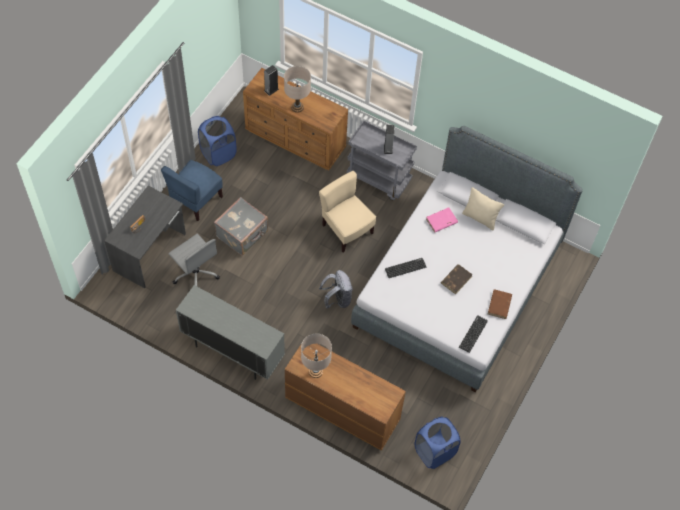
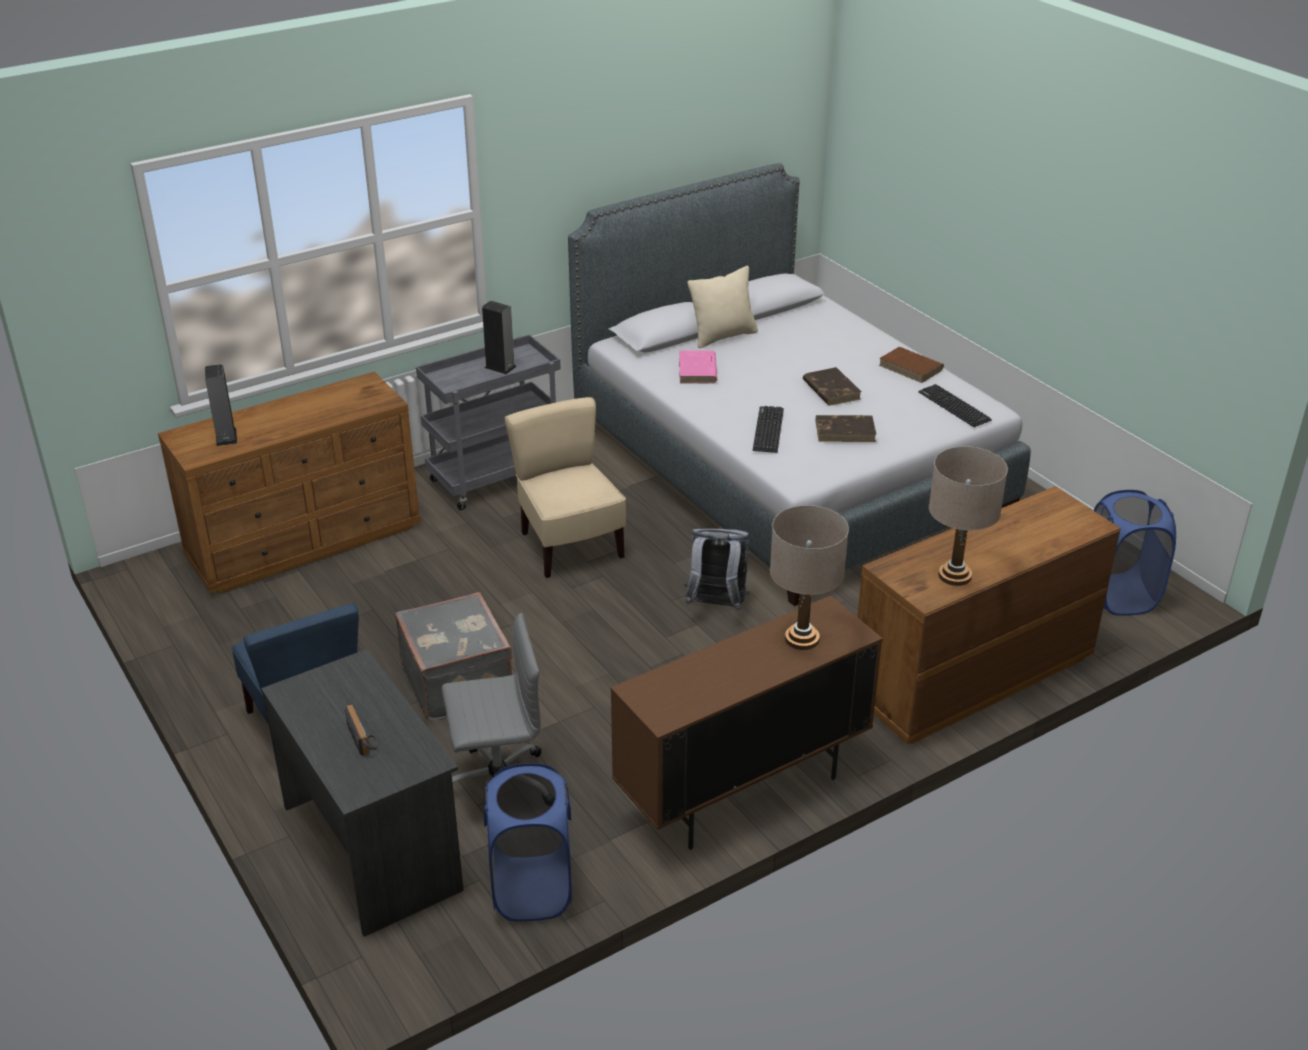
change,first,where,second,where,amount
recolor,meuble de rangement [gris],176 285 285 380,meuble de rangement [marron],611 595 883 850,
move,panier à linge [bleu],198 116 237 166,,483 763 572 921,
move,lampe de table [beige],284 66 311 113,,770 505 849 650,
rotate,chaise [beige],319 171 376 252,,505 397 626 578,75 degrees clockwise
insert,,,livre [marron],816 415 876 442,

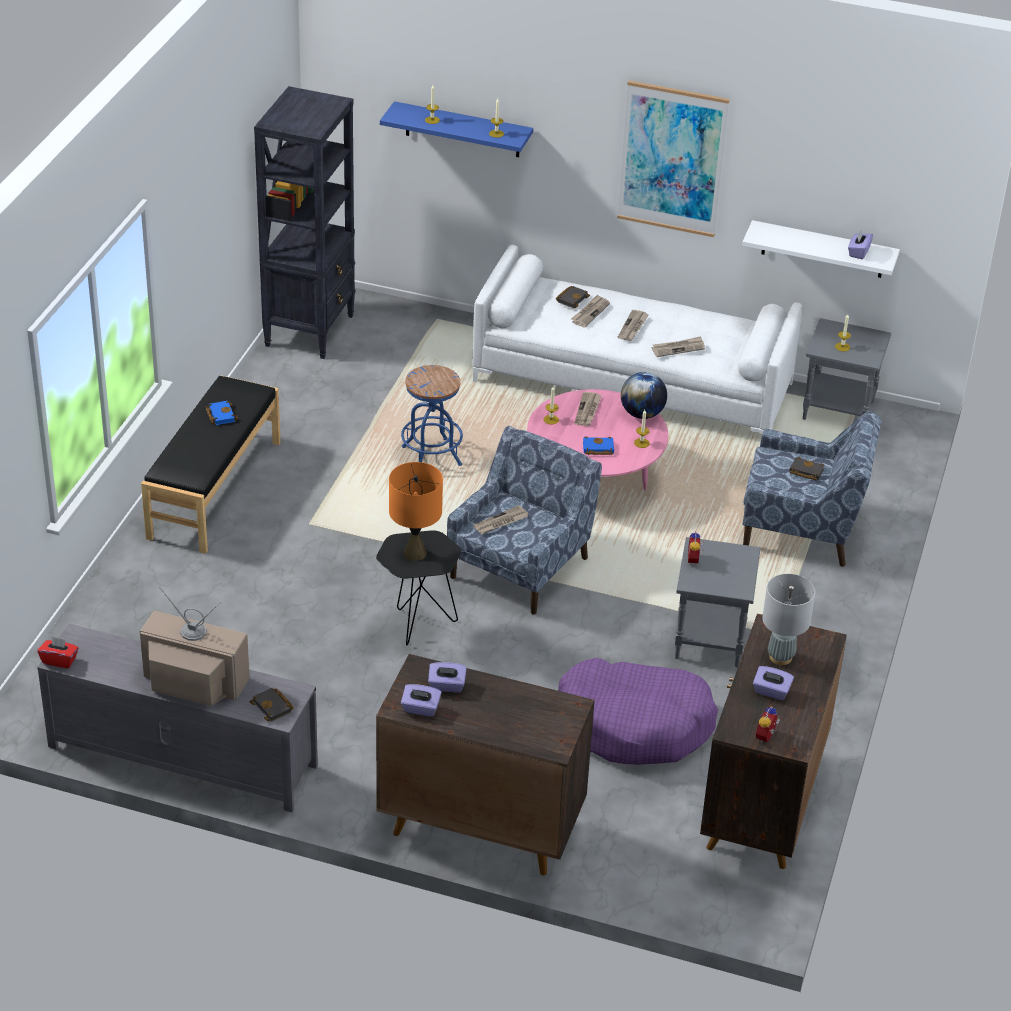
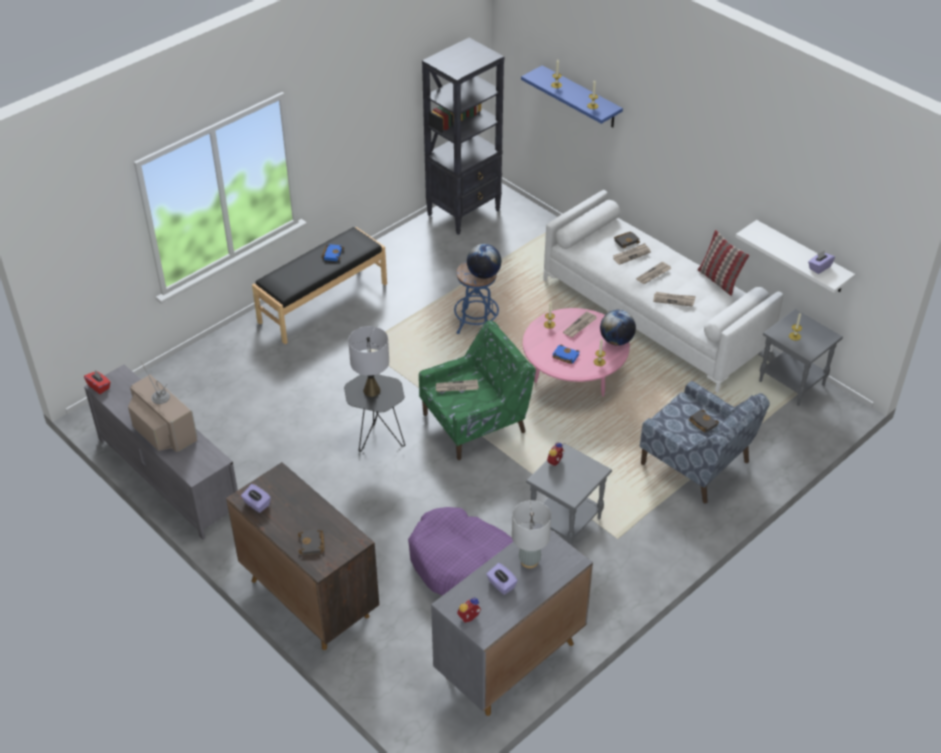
change,first,where,second,where,amount
move,livre [noir],250 688 294 722,,298 529 325 555,
recolor,lampe de table [orange],389 462 443 561,lampe de table [gris],348 326 389 397,
delete,boîte à mouchoirs [violet],428 662 467 692,,,
recolor,fauteuil [bleu],447 426 602 615,fauteuil [vert],419 321 536 460,
delete,tableau,617 81 730 237,,,
recolor,meuble de rangement [marron],700 614 847 869,meuble de rangement [gris],431 523 593 716,
insert,,,globe,467 244 501 279,
insert,,,coussin,697 230 749 296,

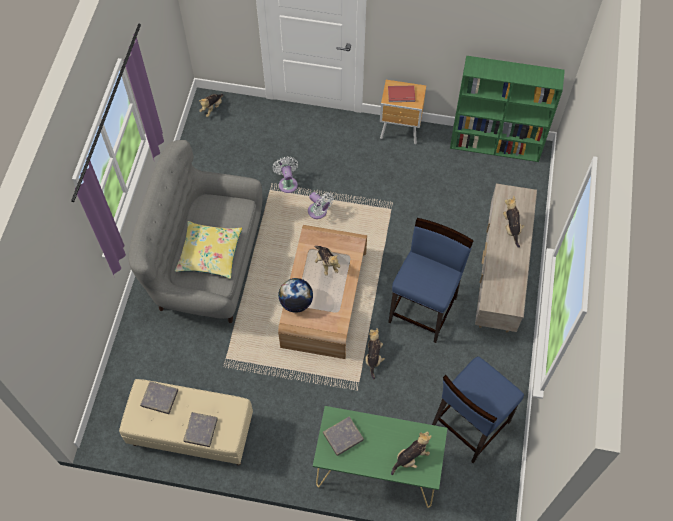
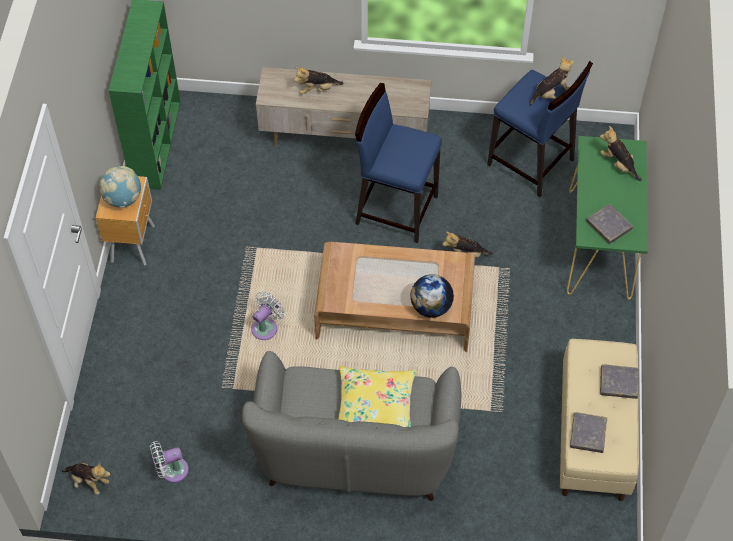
change,first,where,second,where,amount
move,ventilateur [blanc],273 157 298 193,,150 441 189 483,
move,peluche,314 246 340 276,,529 56 574 106,
replace,livre [rouge],388 86 415 102,globe,99 166 141 208,

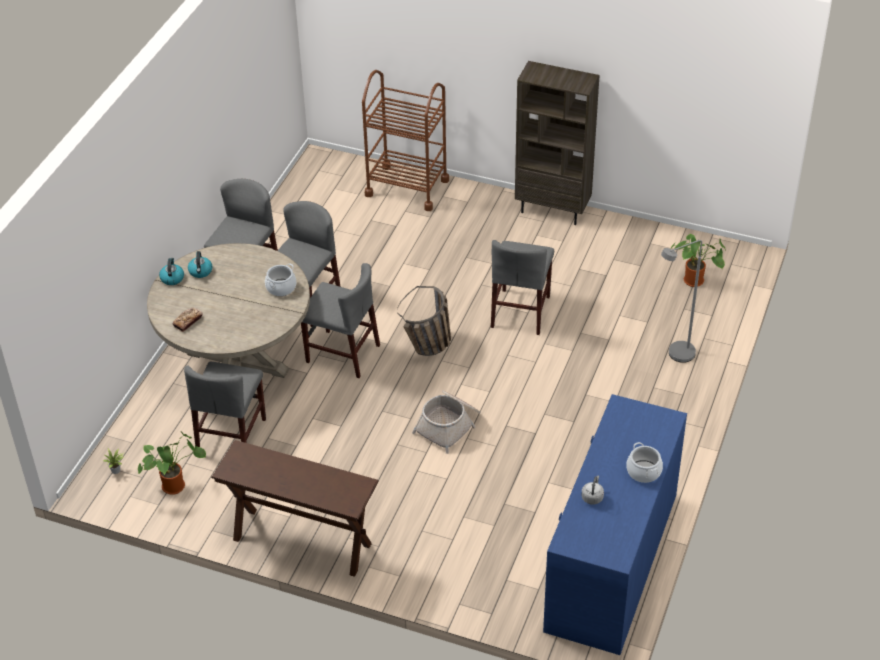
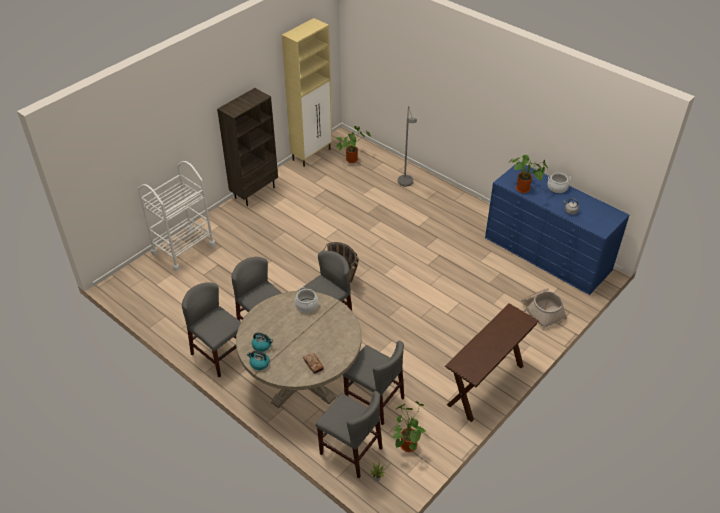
change,first,where,second,where,amount
recolor,chariot [marron],362 70 449 211,chariot [blanc],138 161 216 271,
move,panier,412 391 480 454,,521 288 567 331,
move,chaise [gris],491 240 554 335,,316 391 382 478,
insert,,,meuble de rangement [beige],282 18 332 167,
insert,,,plante en pot,509 155 548 193,

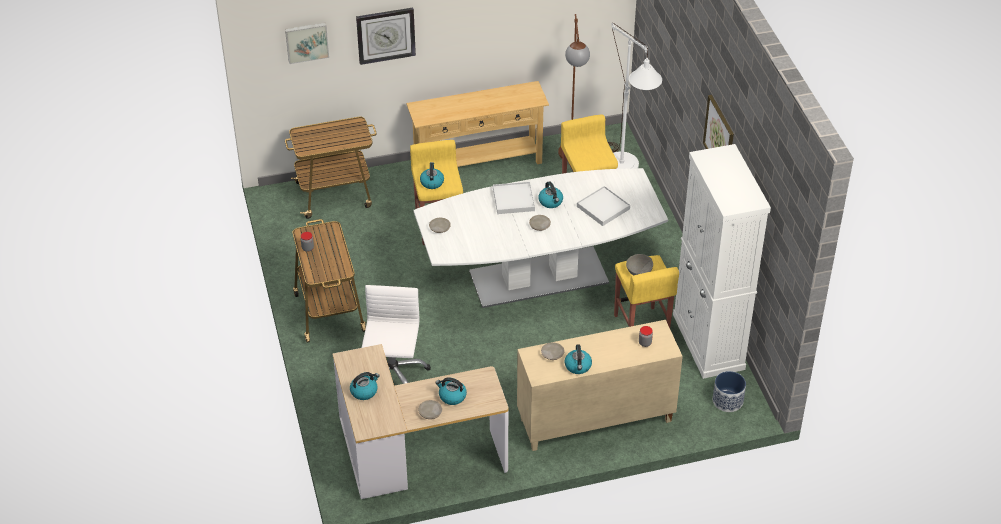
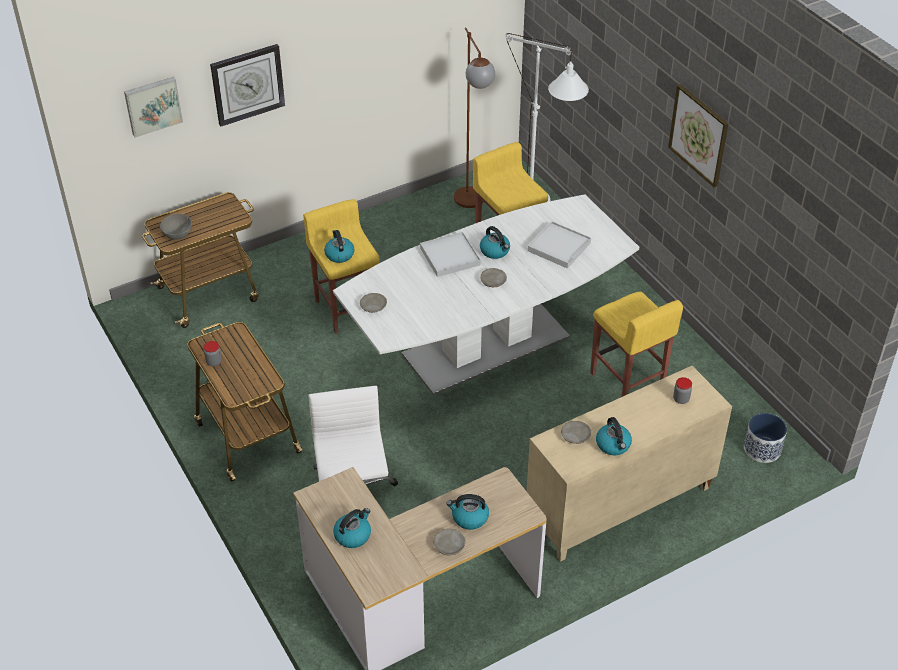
change,first,where,second,where,amount
delete,table console [beige],406 81 549 167,,,
move,bol [gris],626 254 653 275,,160 214 192 240,
delete,meuble de rangement [blanc],673 144 771 379,,,

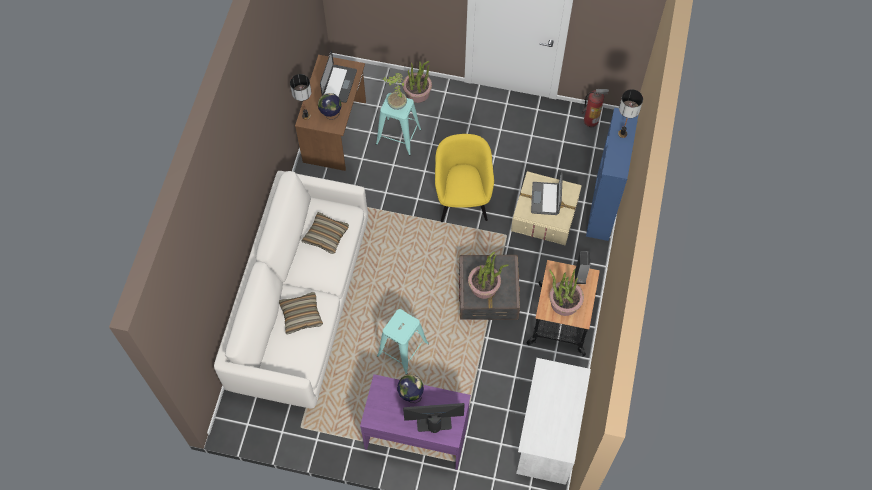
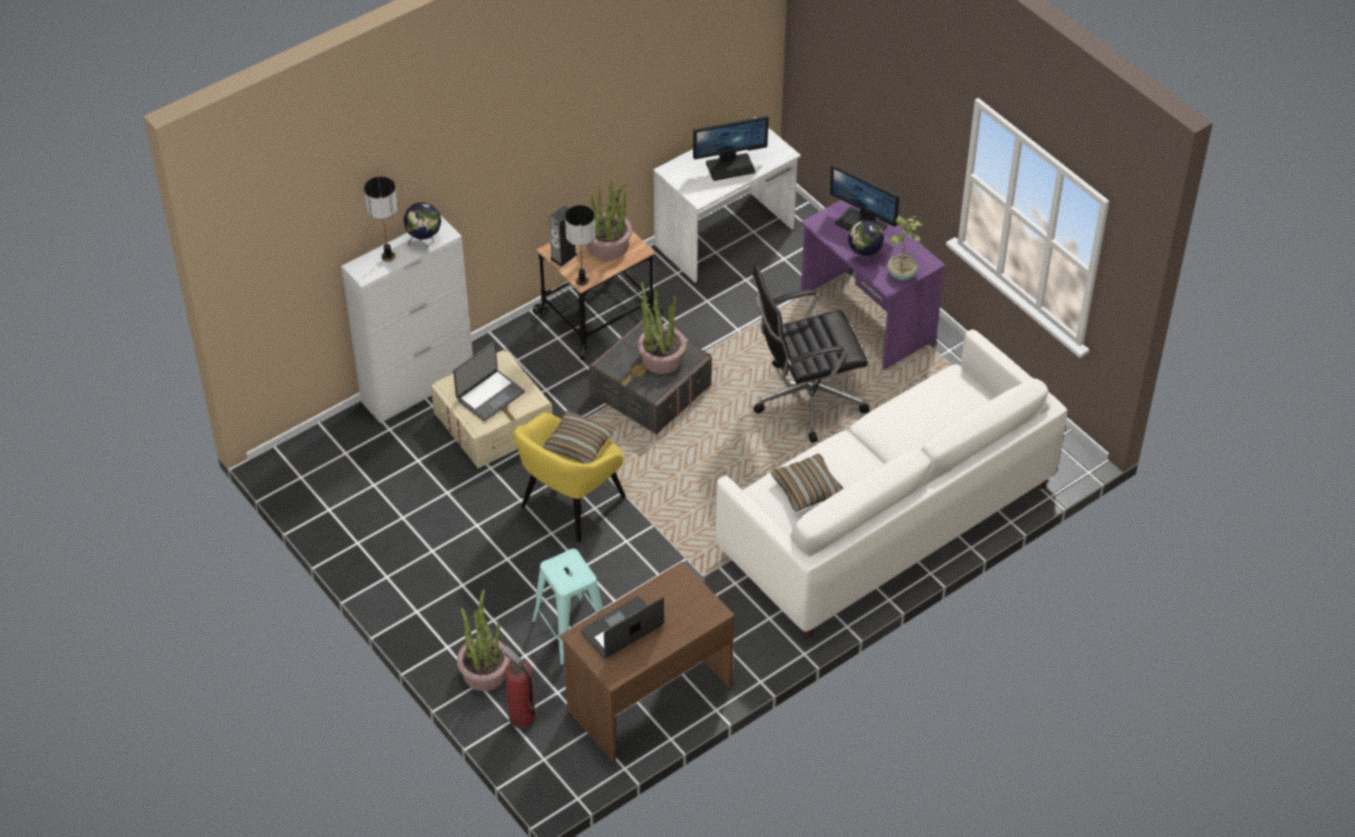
change,first,where,second,where,amount
move,coussin,279 292 323 335,,543 411 616 464,
move,lampe de table,290 74 311 120,,565 205 595 286,
move,globe,318 93 342 120,,403 202 441 247,
replace,tabouret [turquoise],377 309 429 375,chaise de bureau [noir],753 266 869 443,
move,plante en pot,383 73 407 110,,887 216 922 280,
move,extincteur,582 89 609 127,,503 646 536 728,
recolor,meuble de rangement [bleu],586 108 639 241,meuble de rangement [blanc],341 216 473 423,
insert,,,écran d'ordinateur,693 116 769 181,

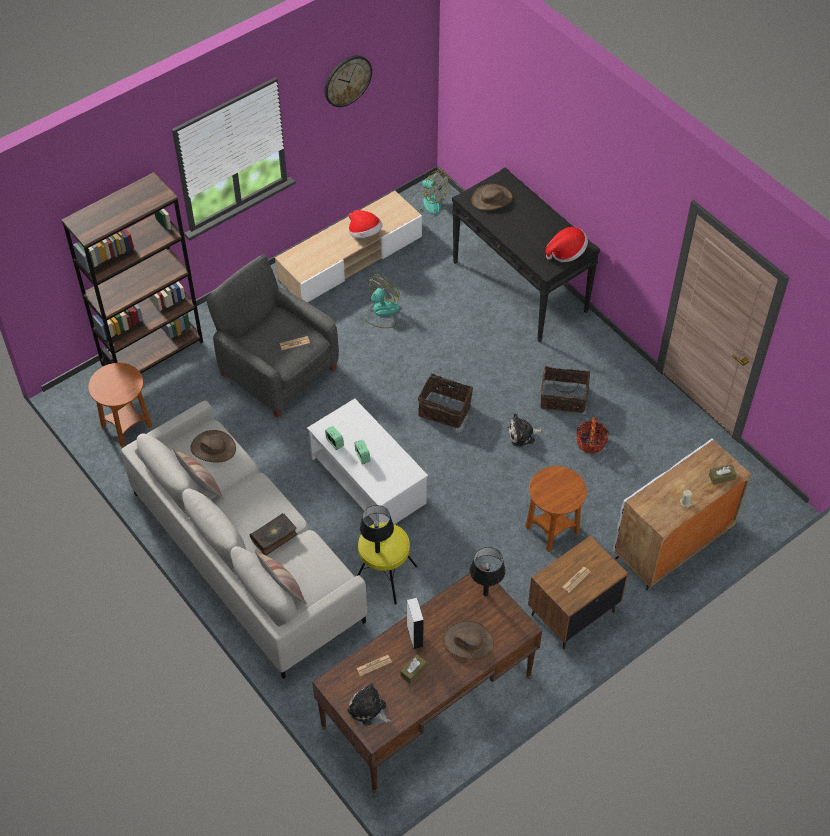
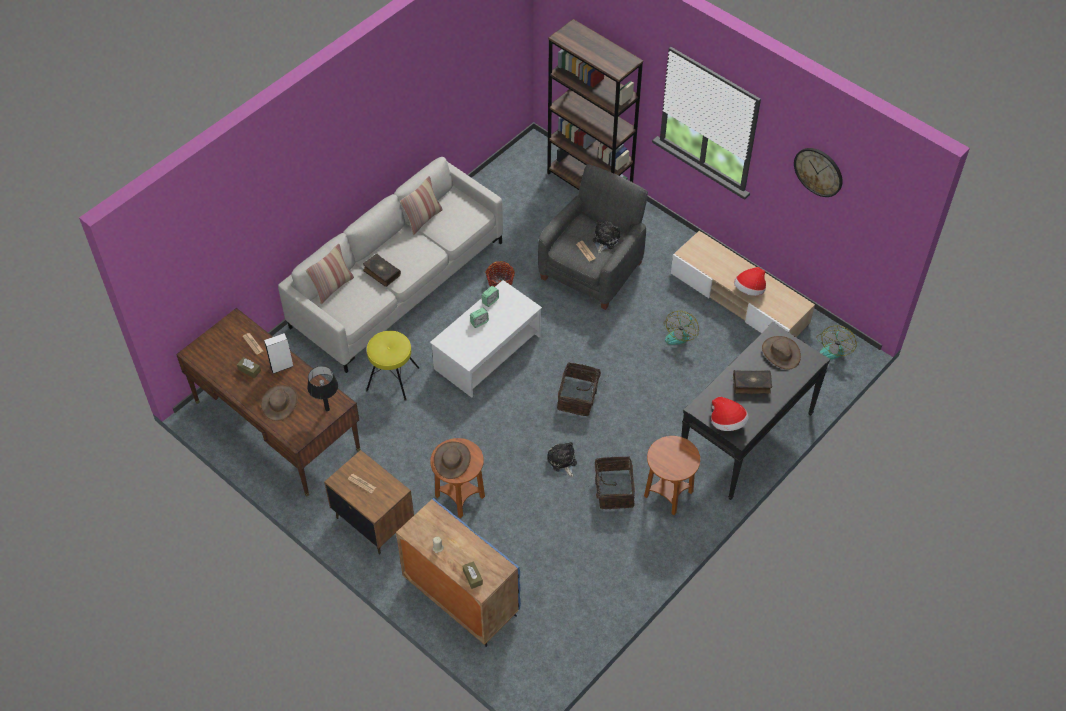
change,first,where,second,where,amount
move,table d'appoint [marron],88 363 152 447,,644 436 700 515,
move,chapeau [marron],190 430 236 463,,434 442 471 479,
move,peluche,347 683 391 726,,593 221 620 254,
delete,lampe de table [noir],360 505 394 553,,,
rotate,ventilateur,366 274 400 328,,663 311 699 345,90 degrees clockwise
move,panier,576 417 609 454,,485 261 515 287,
recolor,meuble de rangement [blanc],613 438 751 590,meuble de rangement [bleu],396 498 521 647,
insert,,,livre,733 370 772 394,

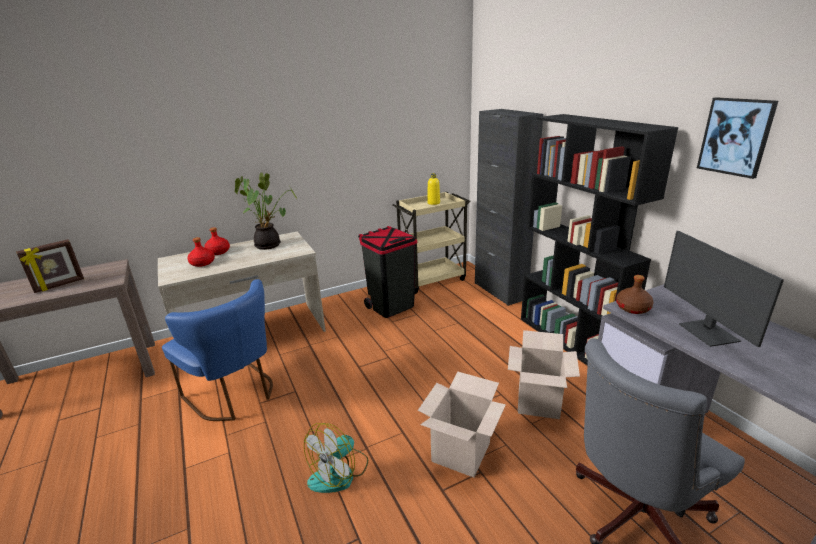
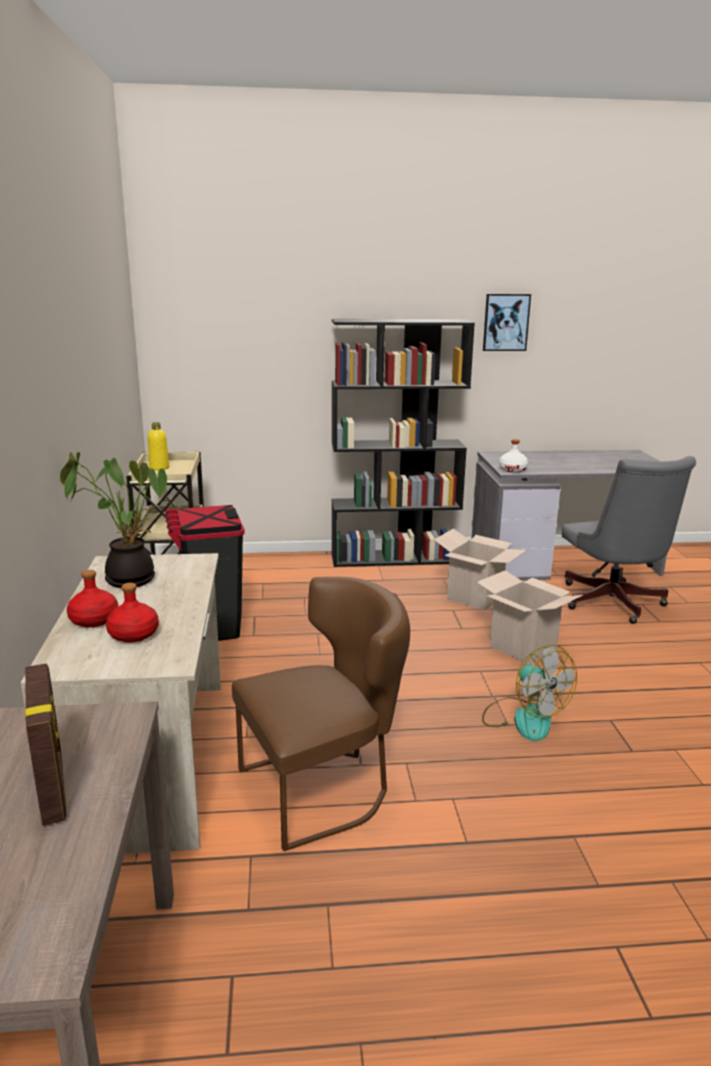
change,first,where,second,where,amount
recolor,chaise [bleu],162 279 273 421,chaise [marron],232 577 410 851,
delete,meuble de rangement [noir],475 109 543 306,,,
recolor,bouteille [marron],616 275 654 314,bouteille [blanc],499 439 528 473,
delete,écran d'ordinateur,664 231 784 347,,,

